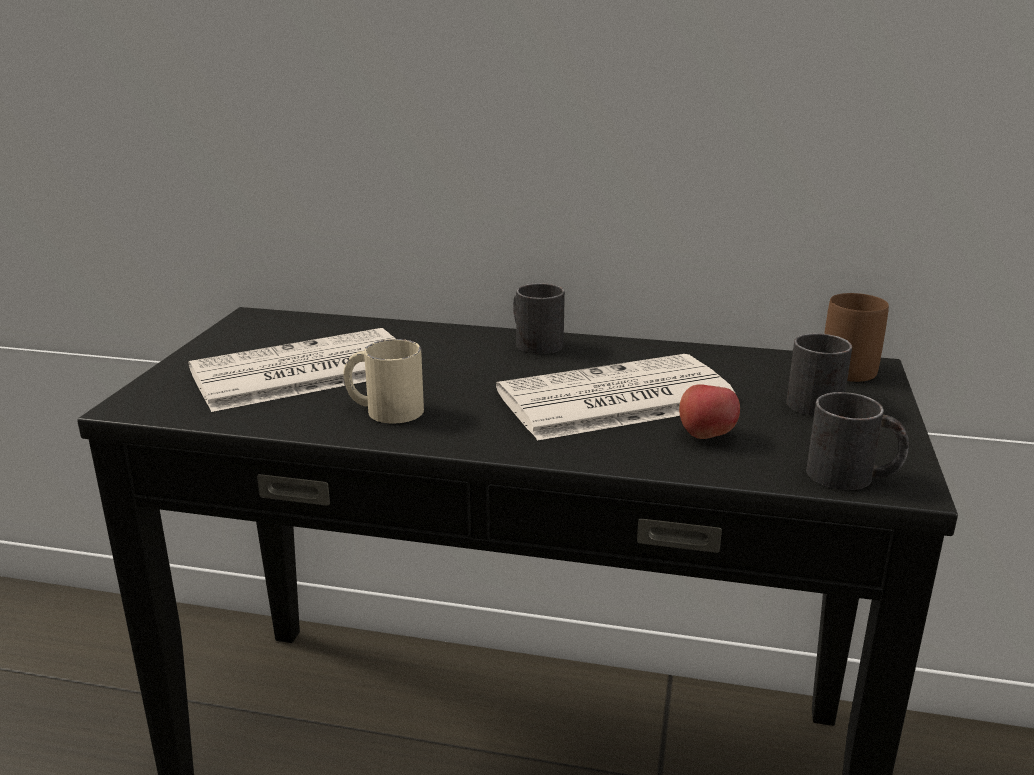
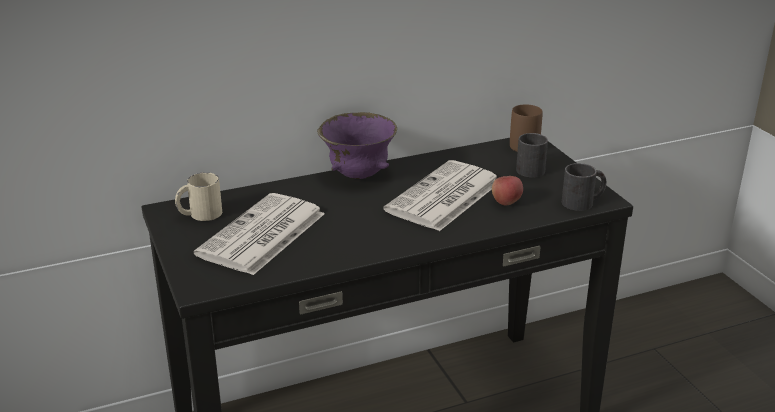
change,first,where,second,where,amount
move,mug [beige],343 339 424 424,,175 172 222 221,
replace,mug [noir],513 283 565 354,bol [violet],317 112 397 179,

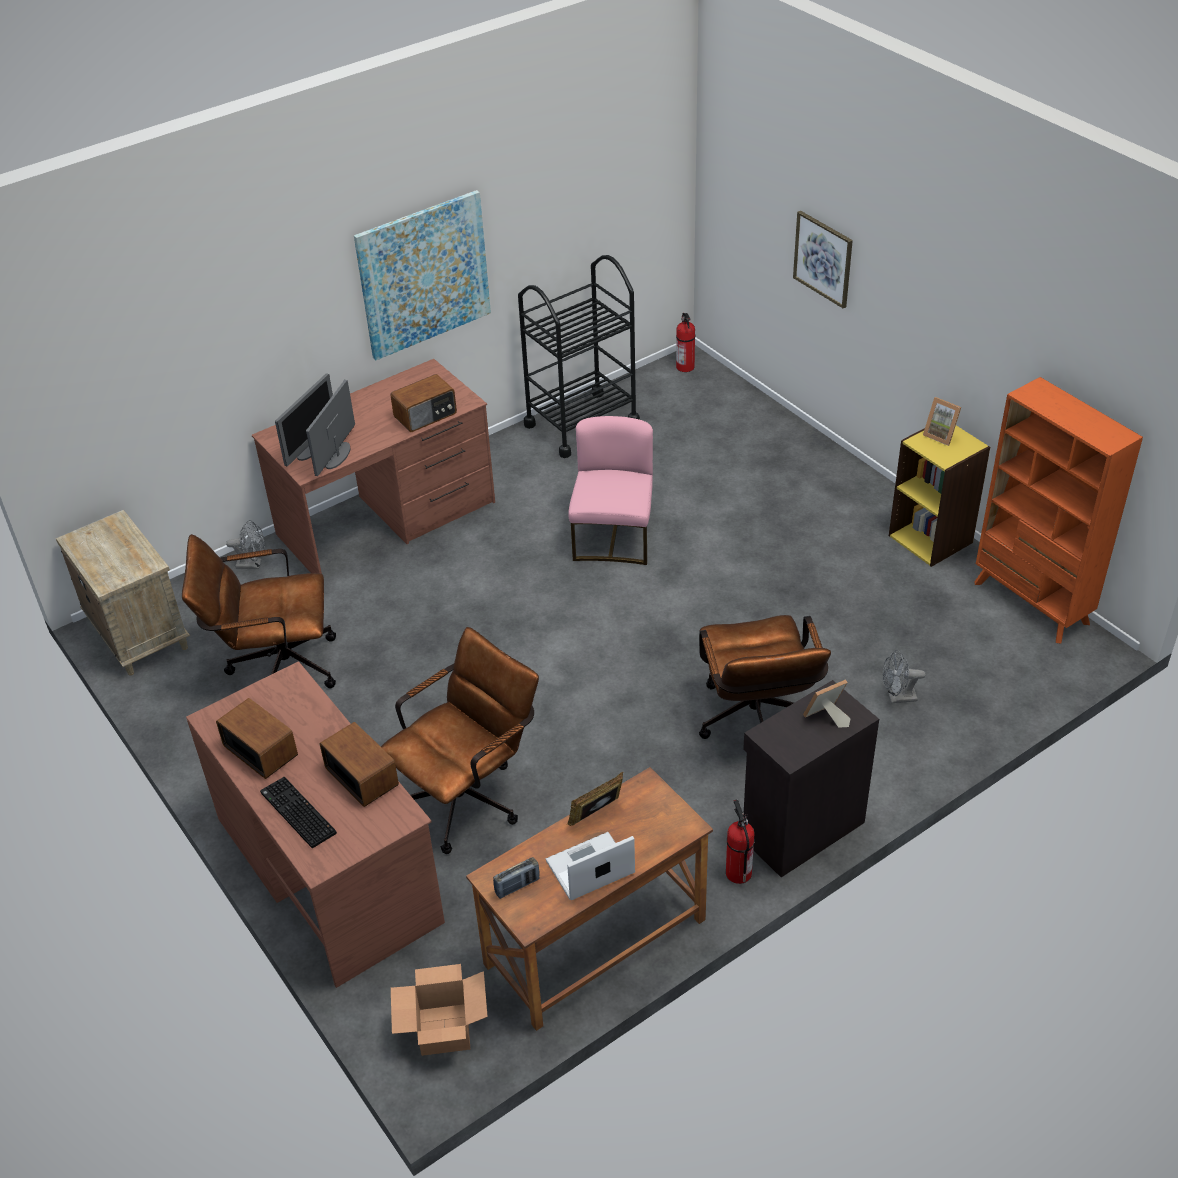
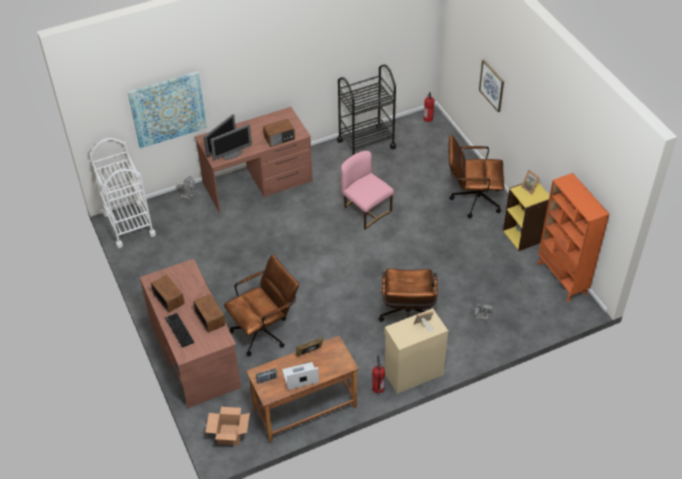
change,first,where,second,where,amount
replace,table de chevet [beige],56 510 190 676,chariot [blanc],89 138 156 248,
move,chaise de bureau [marron],182 534 336 688,,449 135 504 218,
rotate,écran d'ordinateur,306 380 355 476,,210 124 252 160,150 degrees counterclockwise
move,tableau,354 190 491 361,,128 71 207 148,
rotate,chaise [rose],568 416 653 565,,341 151 394 230,60 degrees counterclockwise
recolor,meuble de rangement [noir],743 680 879 878,meuble de rangement [beige],385 308 448 394,

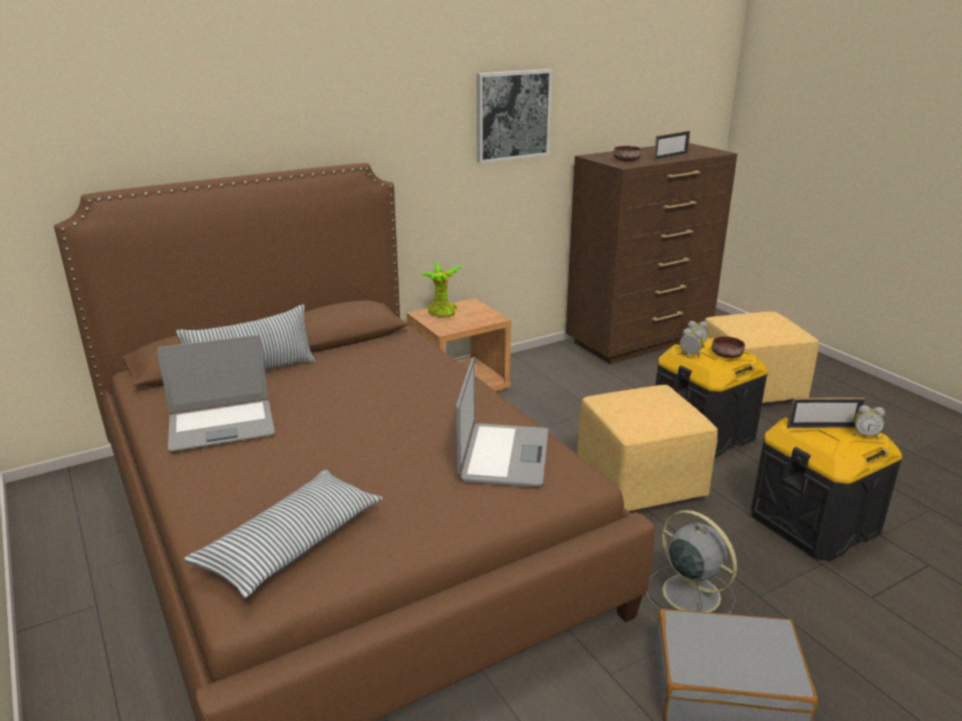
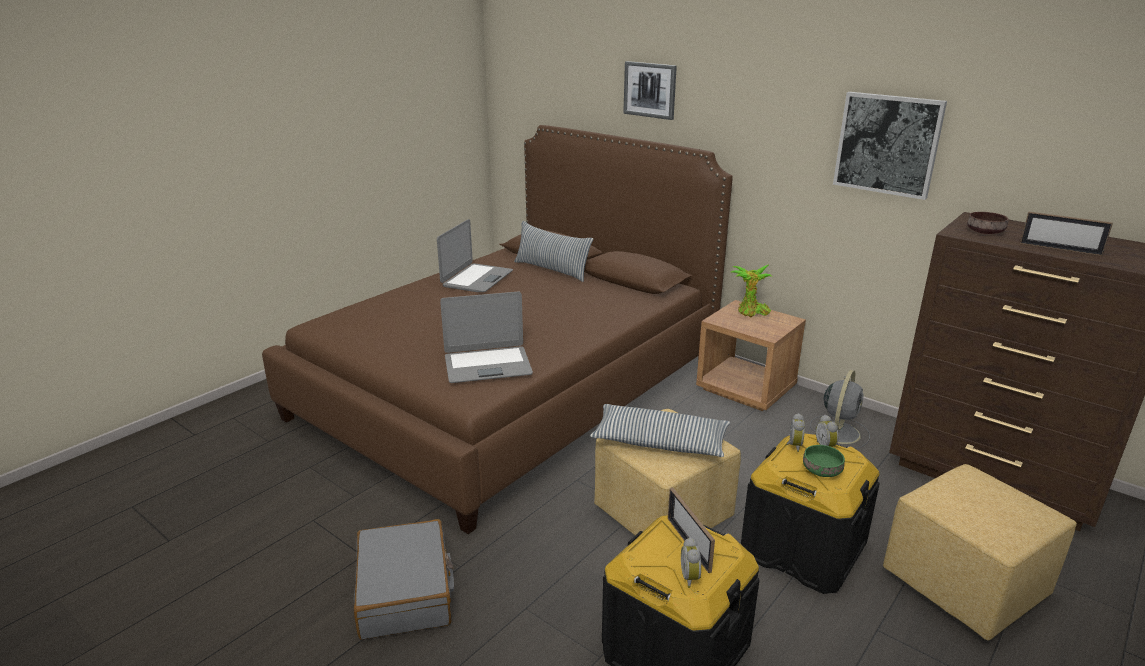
change,first,where,second,where,amount
rotate,ordinateur portable,157 335 275 451,,437 219 513 292,120 degrees counterclockwise
move,coussin,184 470 383 598,,590 404 730 457,
move,ventilateur [gris],646 510 737 614,,810 370 870 449,
recolor,bol [marron],712 336 745 358,bol [vert],803 445 845 477,
insert,,,tableau,623 61 677 120,

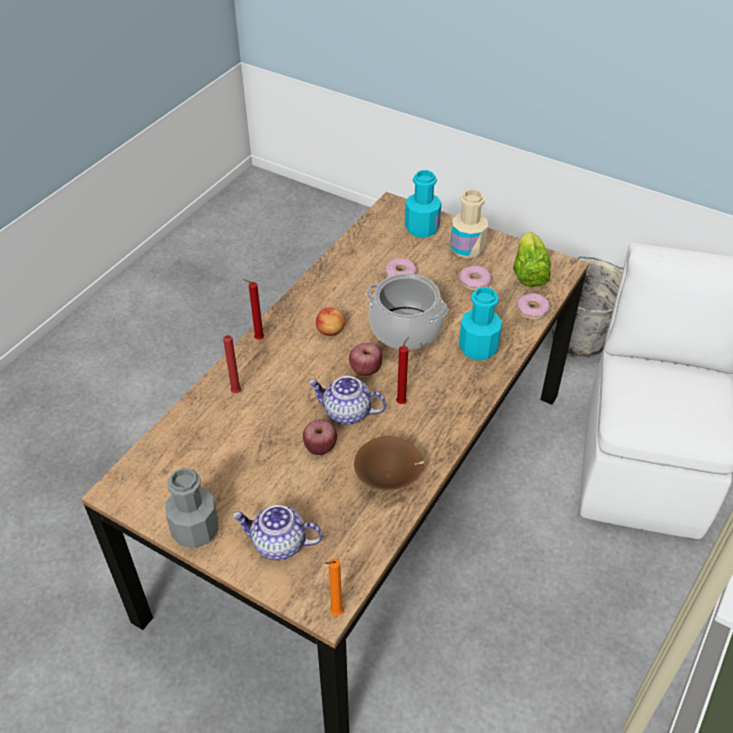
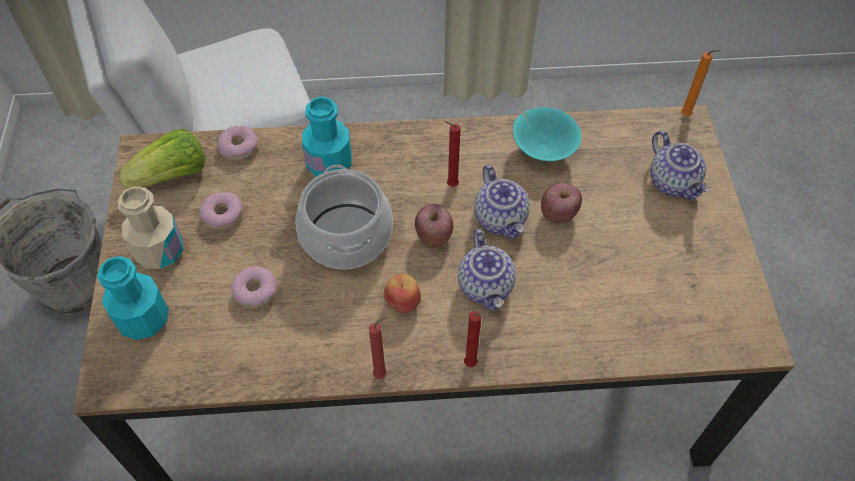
change,first,where,second,where,amount
delete,bouteille [gris],166 468 218 548,,,
move,bougie [rouge],223 335 241 393,,369 317 387 379,
recolor,bol [marron],354 436 424 491,bol [turquoise],513 107 581 161,
insert,,,théière,458 229 516 311,

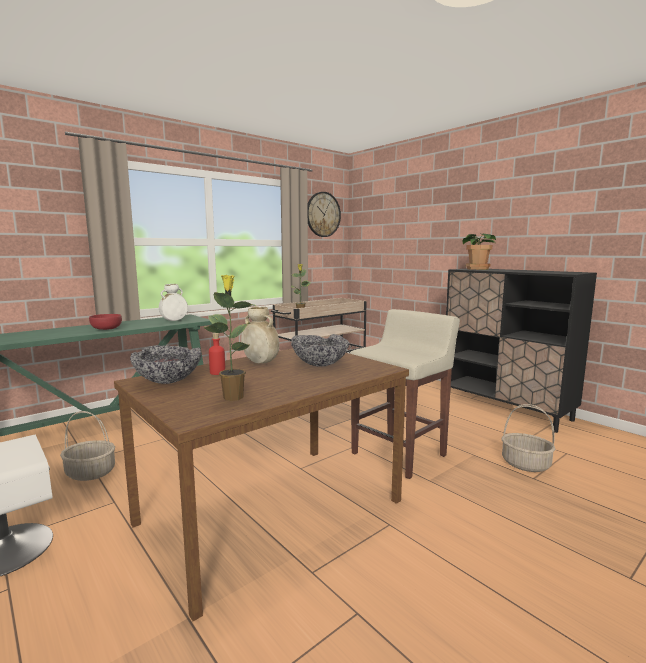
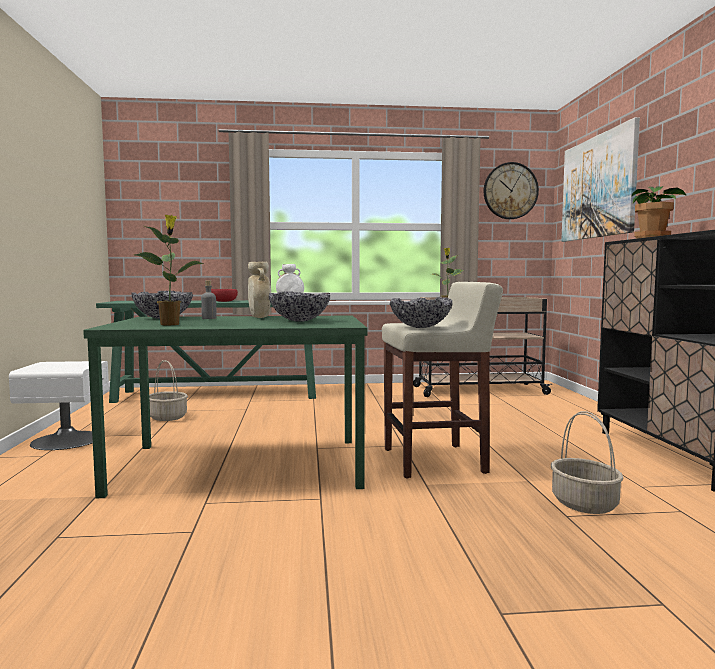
change,first,where,second,where,amount
recolor,table à manger [marron],114 348 409 621,table à manger [vert],83 316 367 498,
recolor,bouteille [rouge],209 333 225 375,bouteille [gris],201 281 217 319,
insert,,,bol,390 297 452 328,
insert,,,tableau,561 117 640 242,

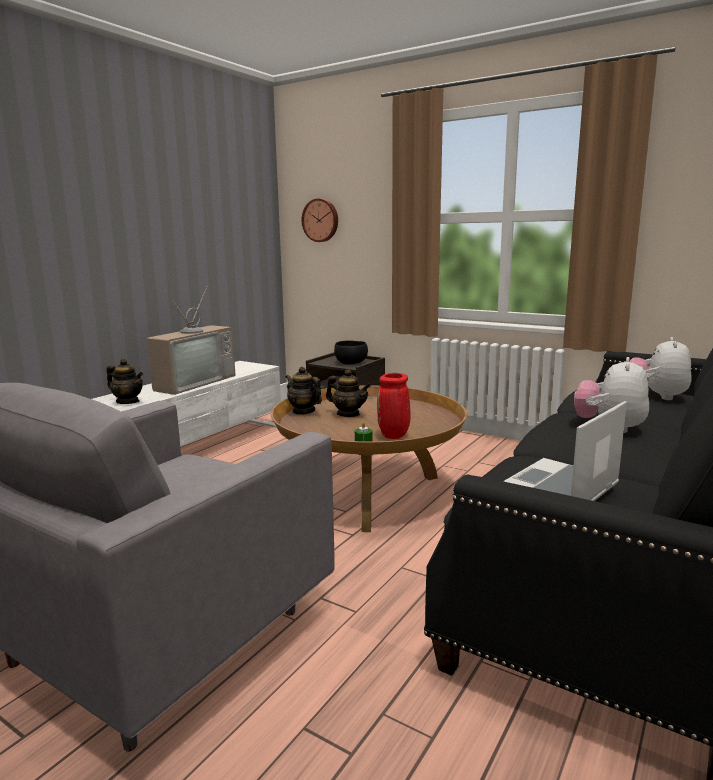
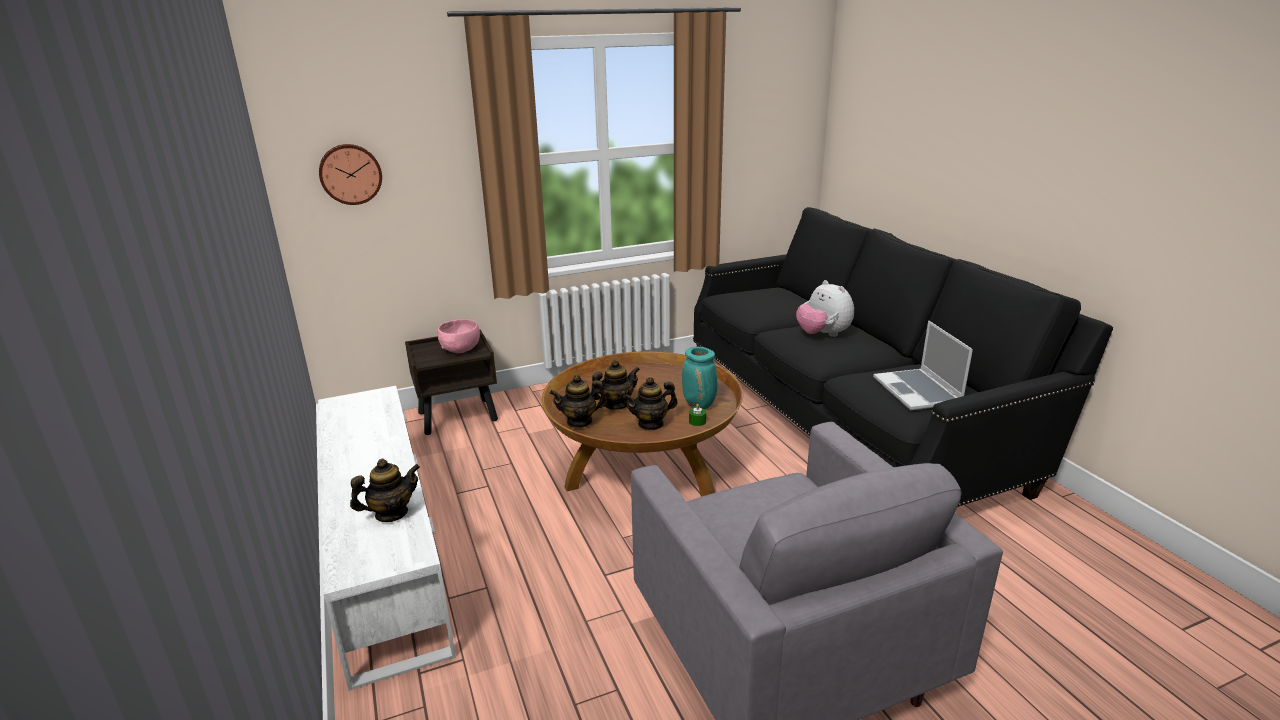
change,first,where,second,where,amount
delete,téléviseur,147 285 235 395,,,
recolor,bol [noir],334 340 368 364,bol [rose],437 319 480 353,
recolor,vase [rouge],377 373 410 439,vase [turquoise],682 347 717 409,
delete,peluche,630 337 692 400,,,
insert,,,théière,624 377 678 431,

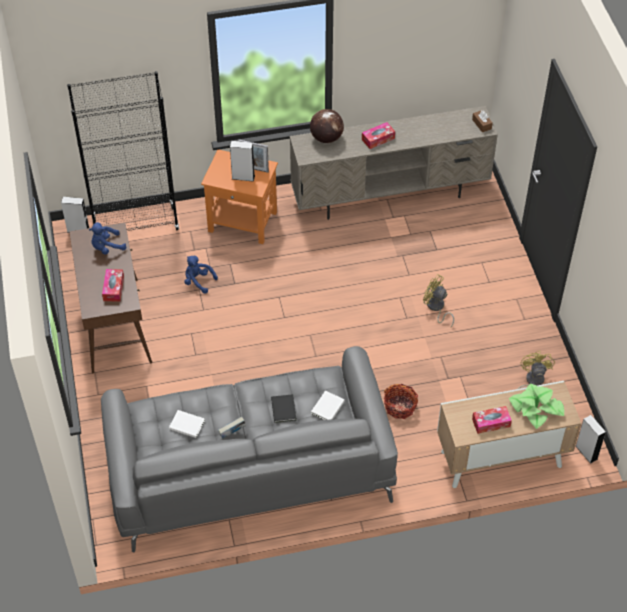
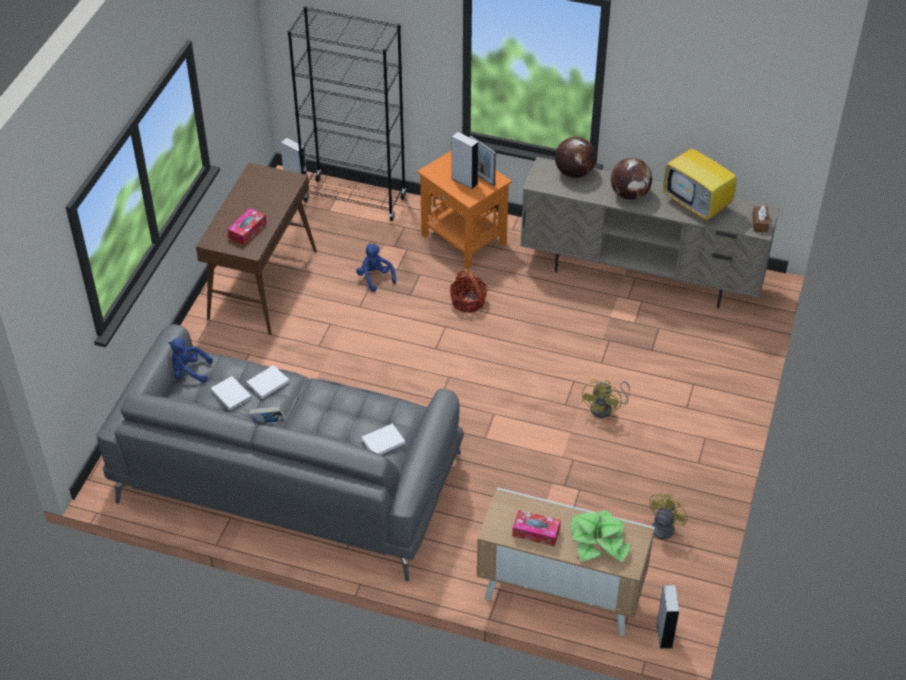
change,first,where,second,where,amount
move,peluche [bleu],89 222 126 255,,168 338 213 383,
delete,livre [noir],271 394 296 423,,,
replace,boîte à mouchoirs,362 122 395 149,globe,611 158 652 200,
move,panier,384 384 418 419,,449 270 487 313,
rotate,ventilateur [jaune],423 274 454 327,,582 379 630 418,135 degrees counterclockwise
insert,,,livre [blanc],246 365 289 399,
insert,,,téléviseur,664 135 736 221,

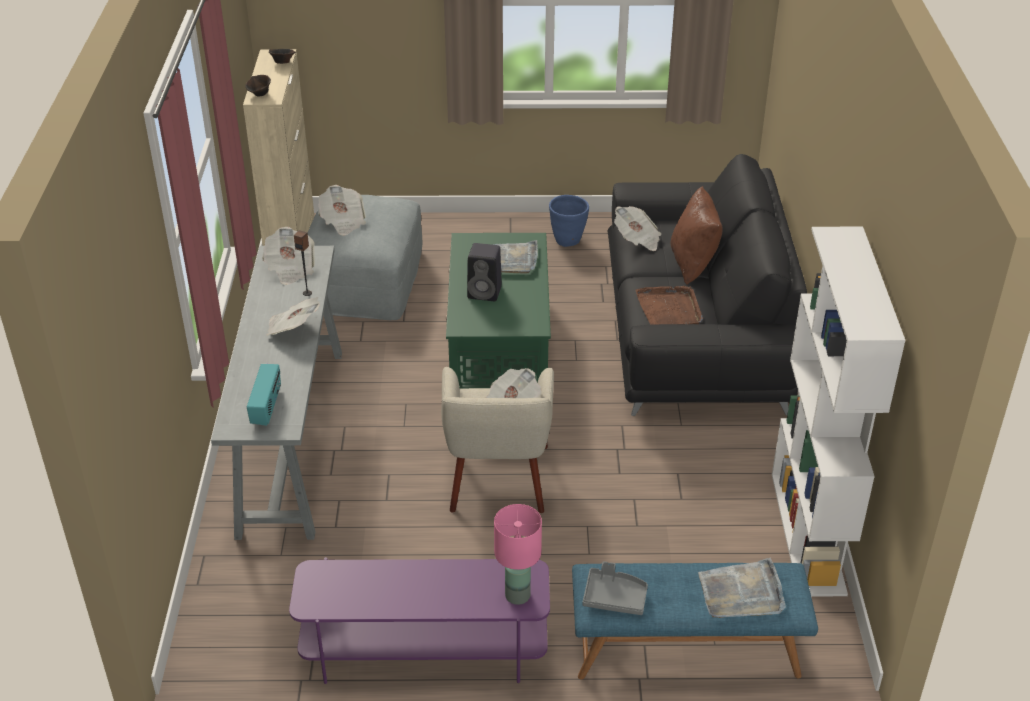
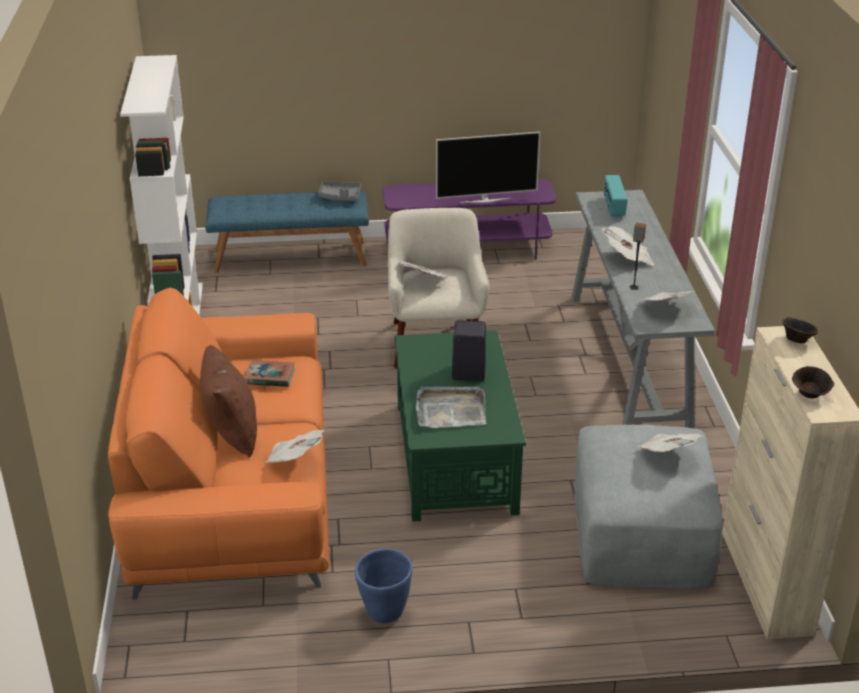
change,first,where,second,where,amount
delete,lampe de table [rose],494 504 542 605,,,
recolor,canapé [noir],608 154 807 416,canapé [orange],108 288 330 600,
replace,plateau [marron],635 286 703 325,livre,244 360 295 387,
delete,plateau [gris],698 558 786 618,,,
insert,,,téléviseur,436 132 540 203,

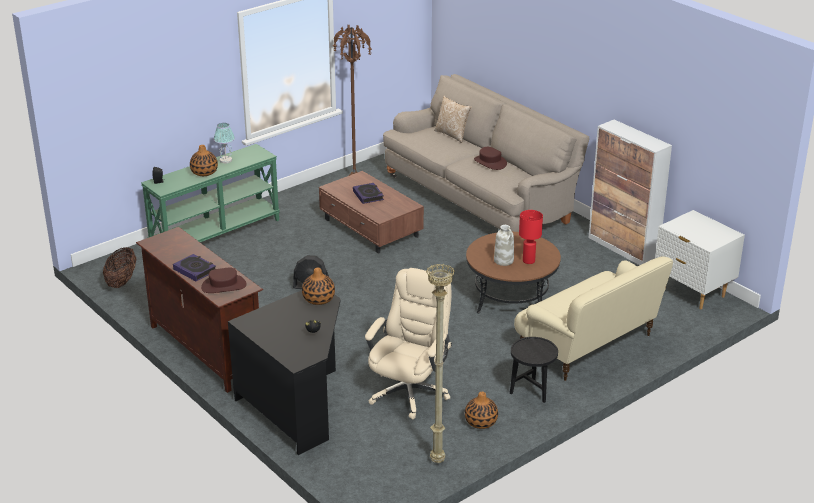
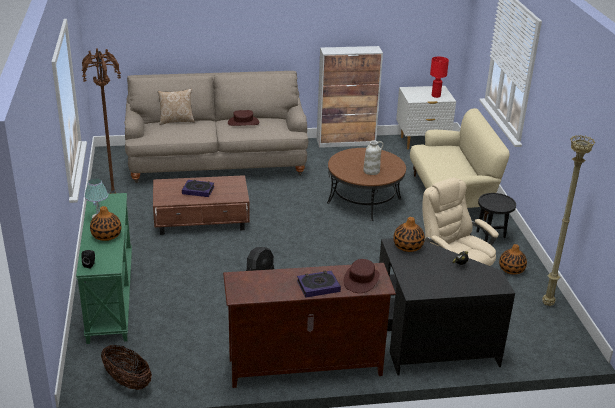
change,first,where,second,where,amount
move,lampe de table [rouge],519 210 543 264,,430 56 449 98,

